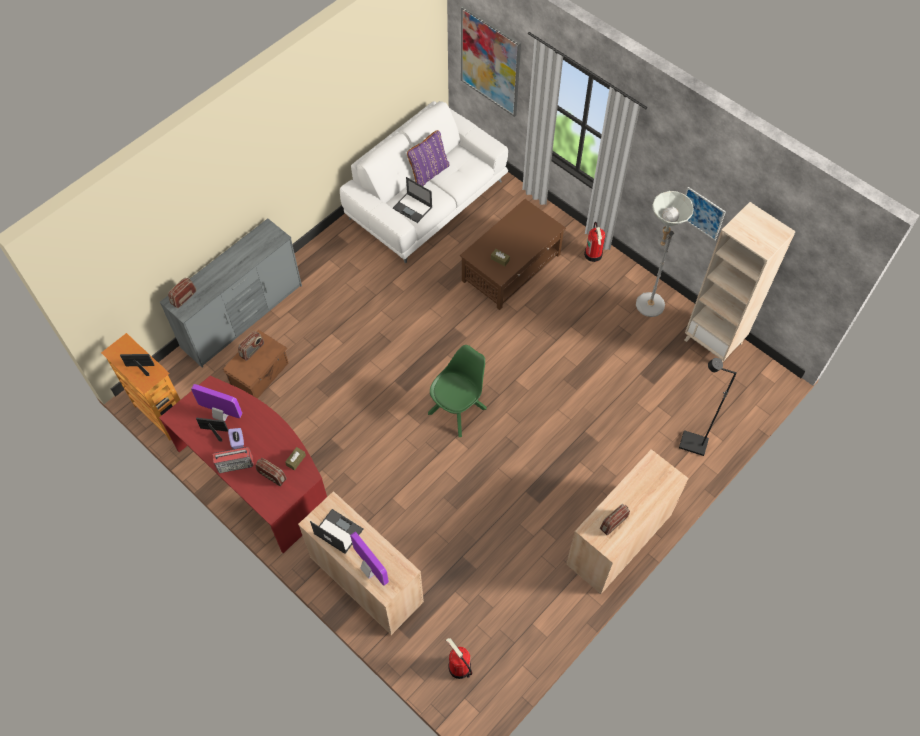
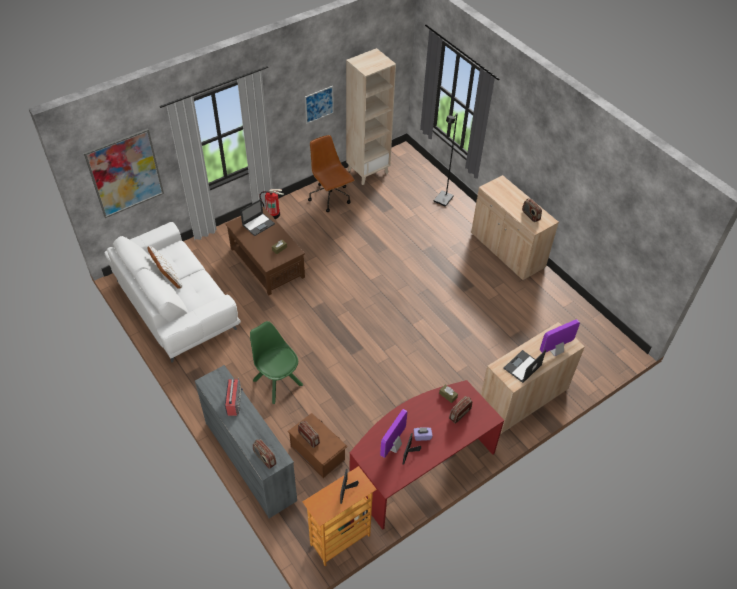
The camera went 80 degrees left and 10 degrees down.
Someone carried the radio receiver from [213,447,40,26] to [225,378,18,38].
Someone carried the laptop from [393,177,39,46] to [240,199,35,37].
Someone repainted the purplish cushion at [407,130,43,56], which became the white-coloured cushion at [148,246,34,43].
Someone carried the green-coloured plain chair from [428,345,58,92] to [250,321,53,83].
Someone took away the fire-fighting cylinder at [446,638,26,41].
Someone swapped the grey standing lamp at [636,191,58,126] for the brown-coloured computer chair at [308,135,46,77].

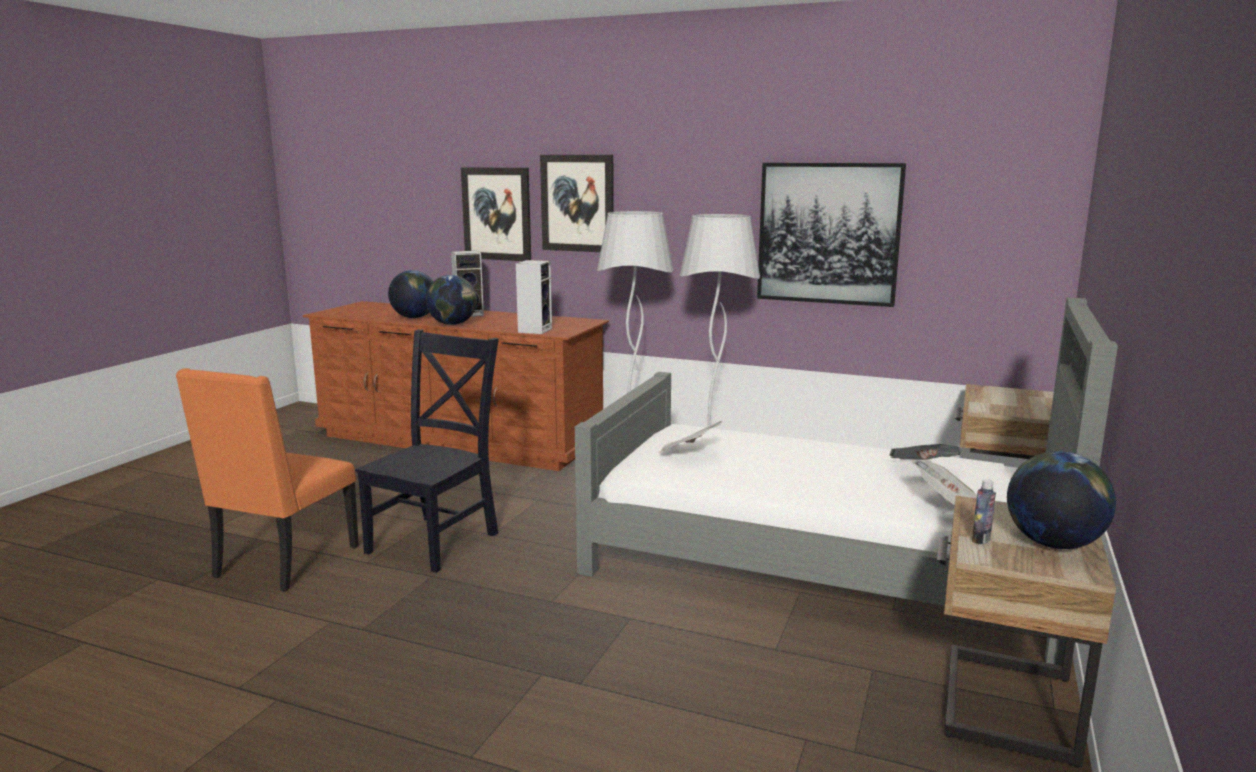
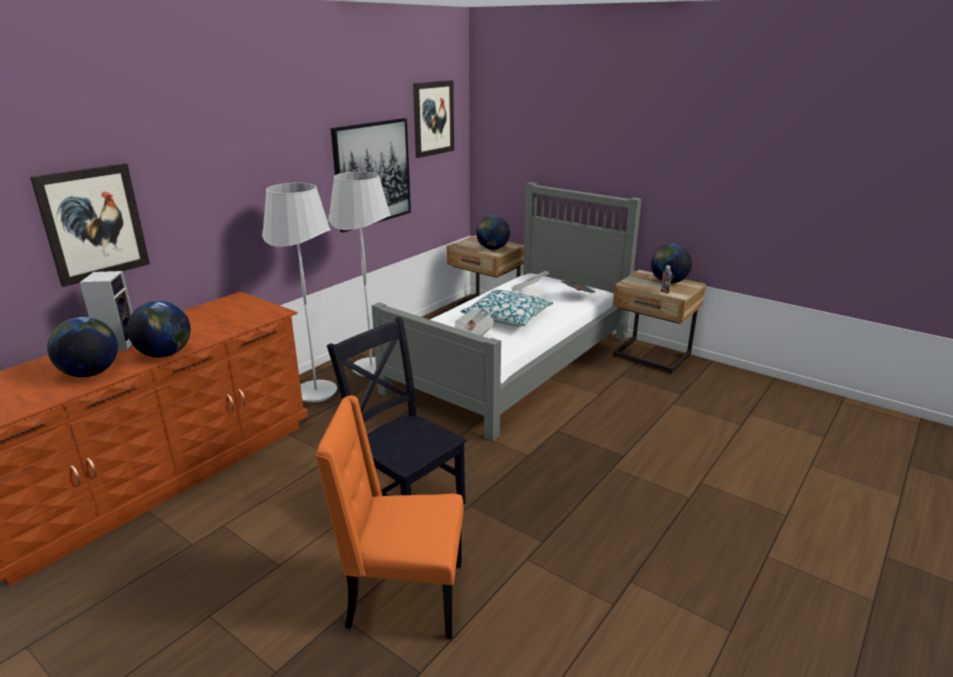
The camera went 75 degrees left and 10 degrees up.
Someone rotated the orange plain chair at [176,368,183,224] by 150 degrees clockwise.
Someone took away the loudspeaker at [516,260,36,74].
Someone carried the wall art from [540,155,74,97] to [413,80,41,78].
Someone put down the cushion at [460,290,94,37].
Someone put down the globe at [476,216,34,34].

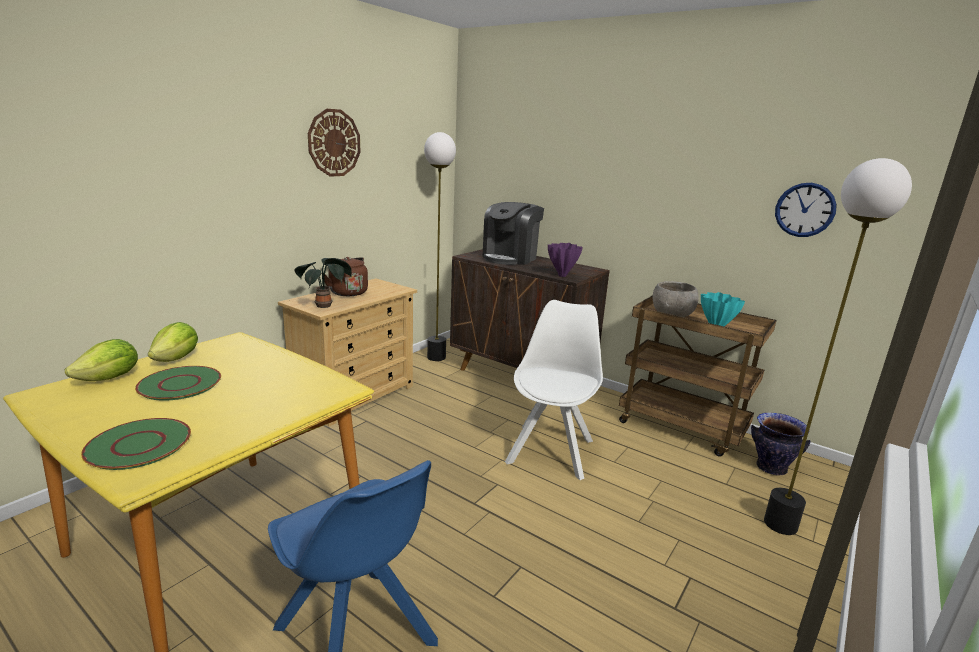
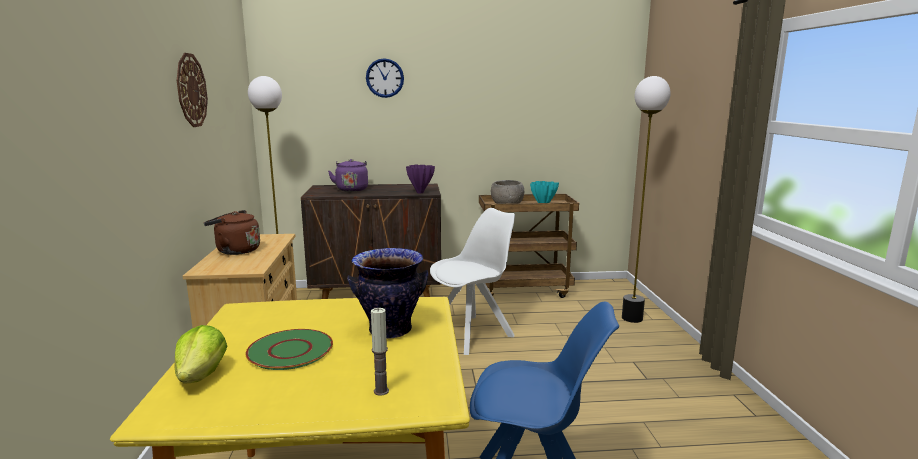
The camera went 40 degrees left and 5 degrees down.
Someone swapped the green-coloured plate at [81,418,110,52] for the wax light at [371,308,18,88].
Someone took away the lettuce head at [148,322,50,40].
Someone took away the potted plant at [294,258,58,50].
Someone swapped the coffee maker at [483,202,61,63] for the purplish kettle at [328,159,40,33].
Someone rotated the white-coloured plain chair at [505,300,98,180] by 75 degrees clockwise.
Someone carried the flower vase from [751,413,60,62] to [347,248,81,91].
Someone carried the hanging clock from [775,183,62,54] to [366,58,38,40].

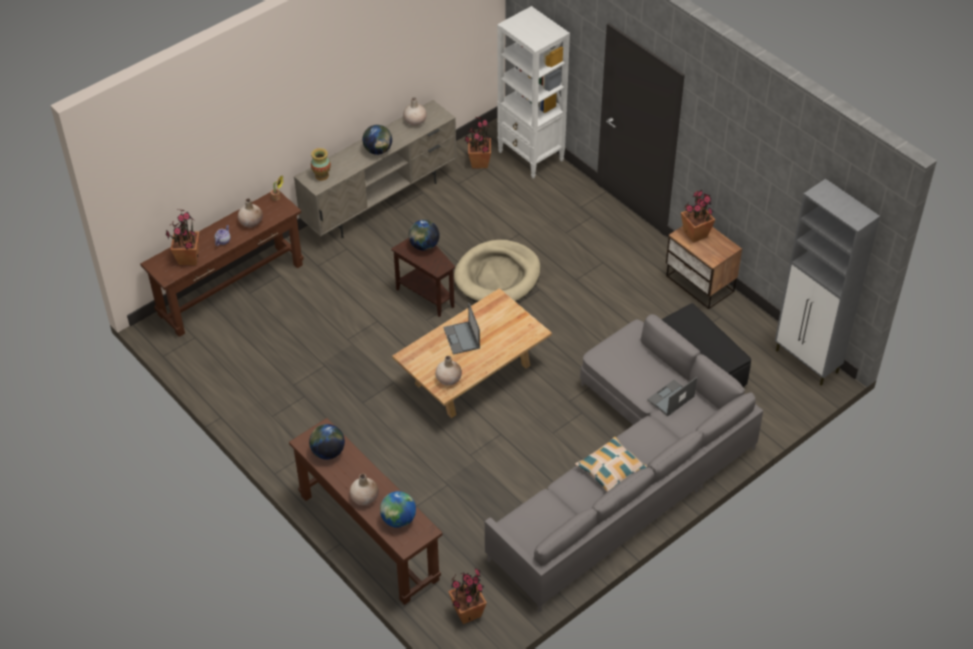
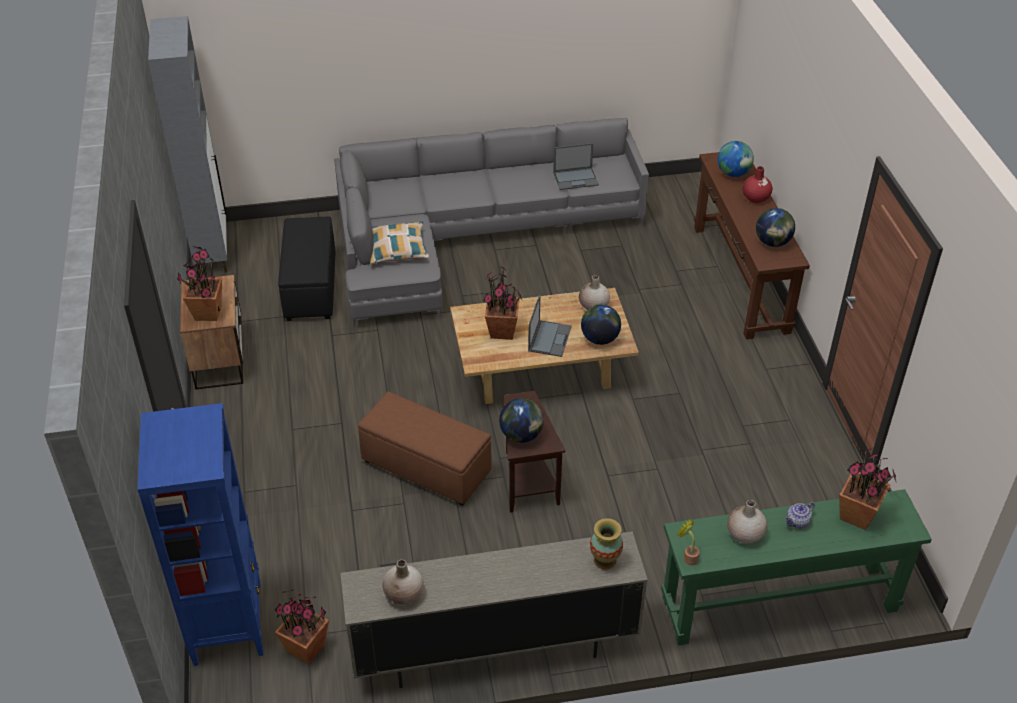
The camera went 150 degrees left and 5 degrees down.
Someone repainted the brown-coloured hall table at [140,192,164,145], which became the green-coloured hall table at [661,489,271,156].
Someone repainted the beige flower vase at [350,474,29,31], which became the red flower vase at [742,166,31,37].
Someone carried the globe from [362,125,30,30] to [581,305,40,40].
Someone carried the potted plant from [448,568,39,56] to [483,267,40,73].
Someone swapped the beige pet bed at [454,240,87,62] for the brown-coloured ottoman at [358,392,133,114].
Someone repainted the white-coloured bookcase at [497,6,73,172], which became the bluish bookcase at [137,403,127,263].
Someone carried the cushion from [575,437,72,55] to [370,221,59,43].
Someone carried the laptop from [647,377,50,39] to [553,143,46,47].

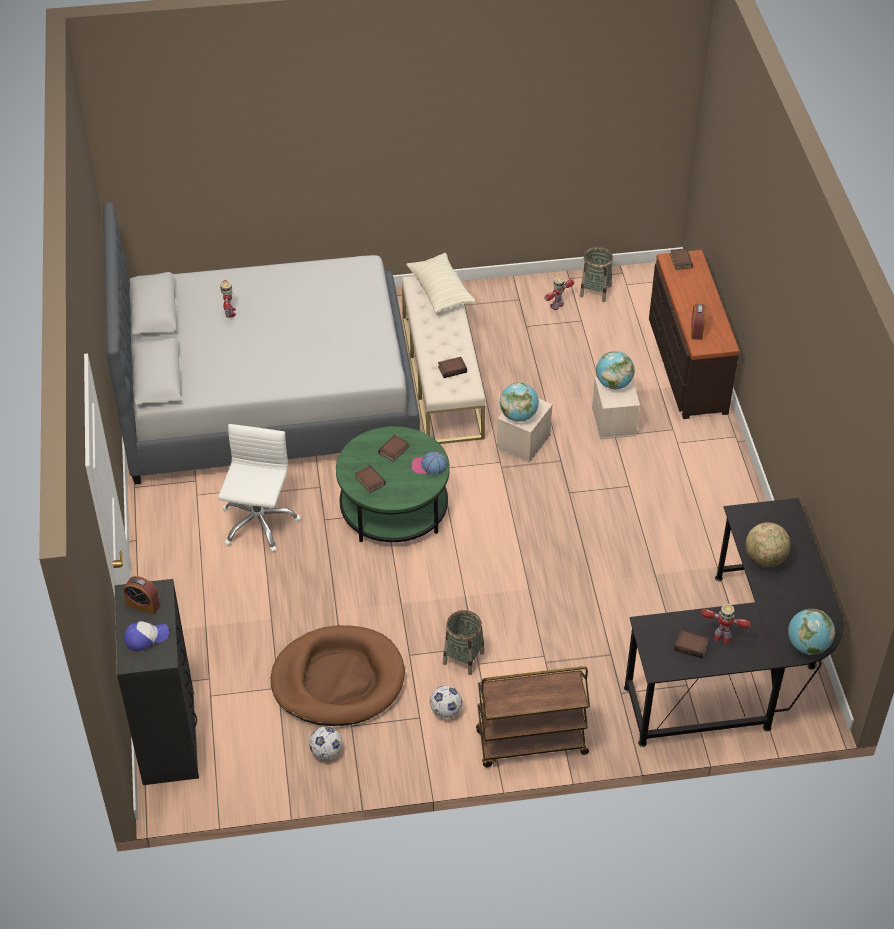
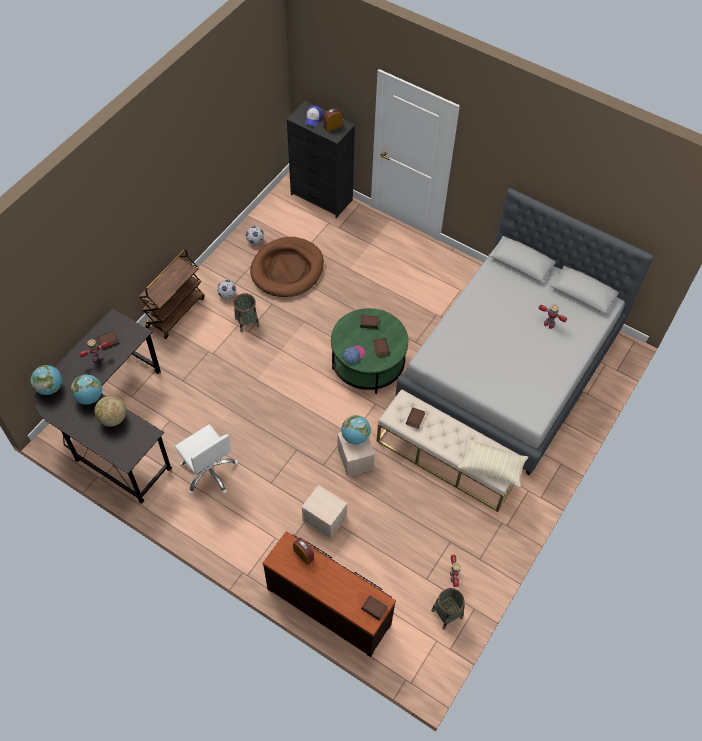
The camera went 130 degrees right and 10 degrees up.
Someone carried the white-coloured computer chair from [218,424,83,128] to [174,424,64,71].
Someone carried the globe from [596,351,39,38] to [71,374,31,31].

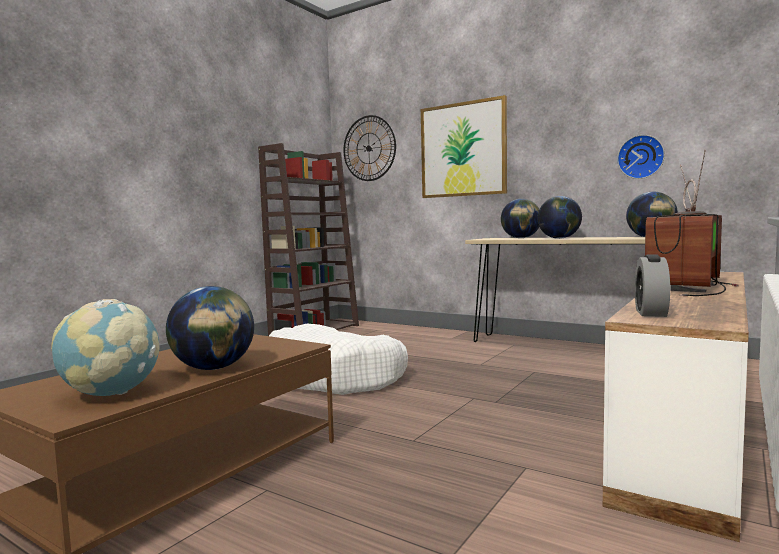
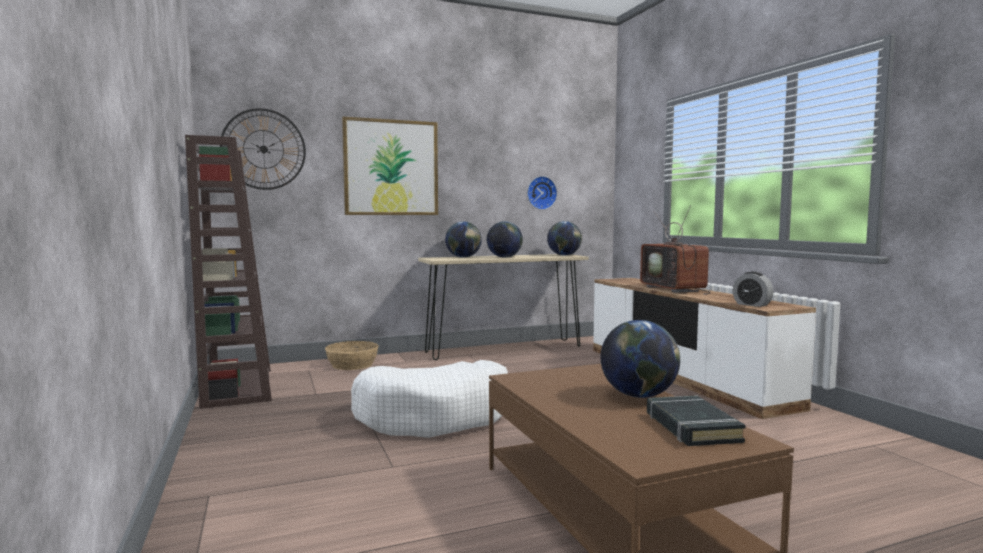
The camera went 55 degrees left and 0 degrees up.
Someone swapped the globe at [51,299,109,97] for the blackish volume at [647,396,99,50].
Someone put down the household basket at [325,341,54,29].

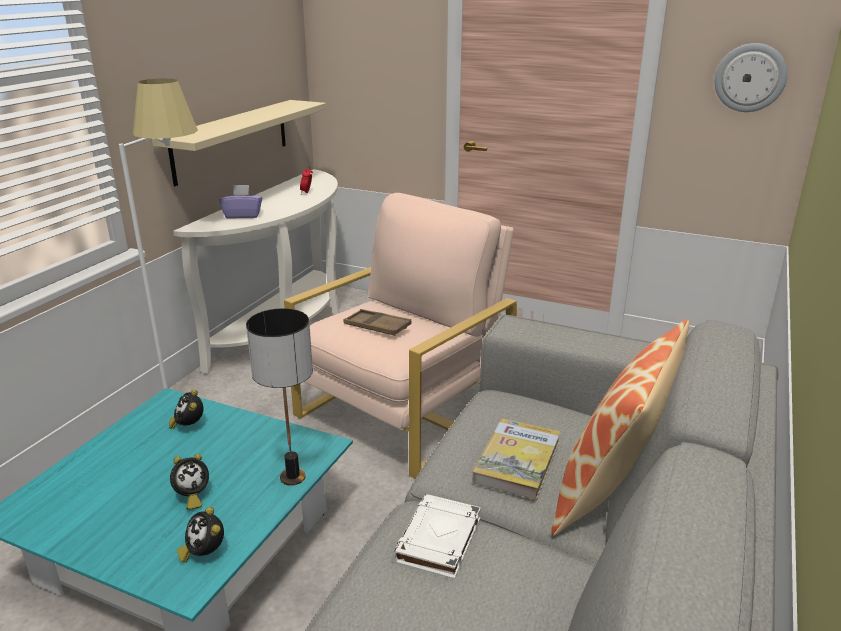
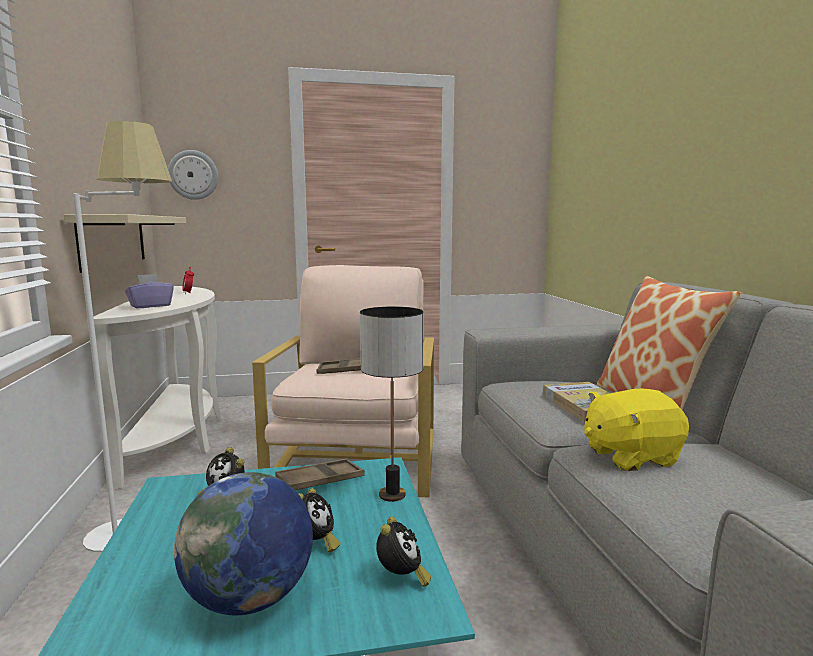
The camera went 35 degrees left and 15 degrees down.
Someone rotated the table clock at [177,507,47,56] by 105 degrees counterclockwise.
Someone swapped the white-coloured volume at [392,494,89,86] for the yellowish plush toy at [584,388,105,83].
Someone carried the hanging clock from [715,43,73,69] to [168,150,50,50].
Someone put down the globe at [174,472,139,143].
Someone put down the brown-coloured tray at [275,459,90,31].

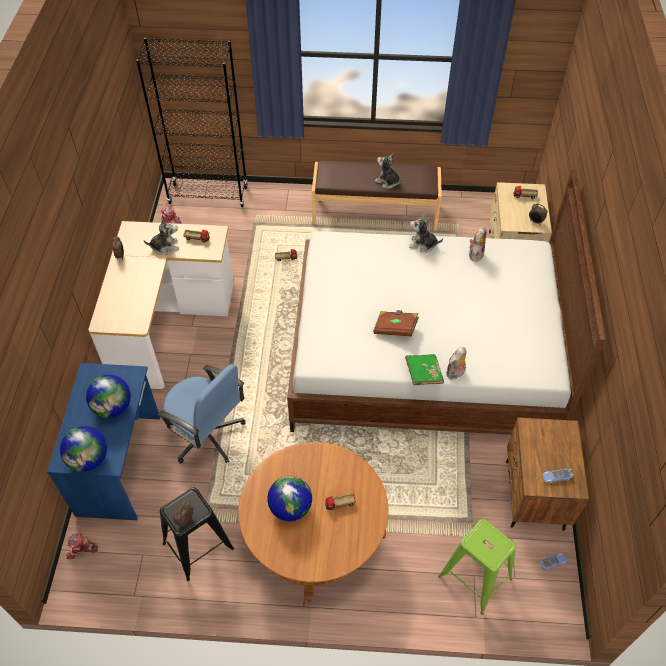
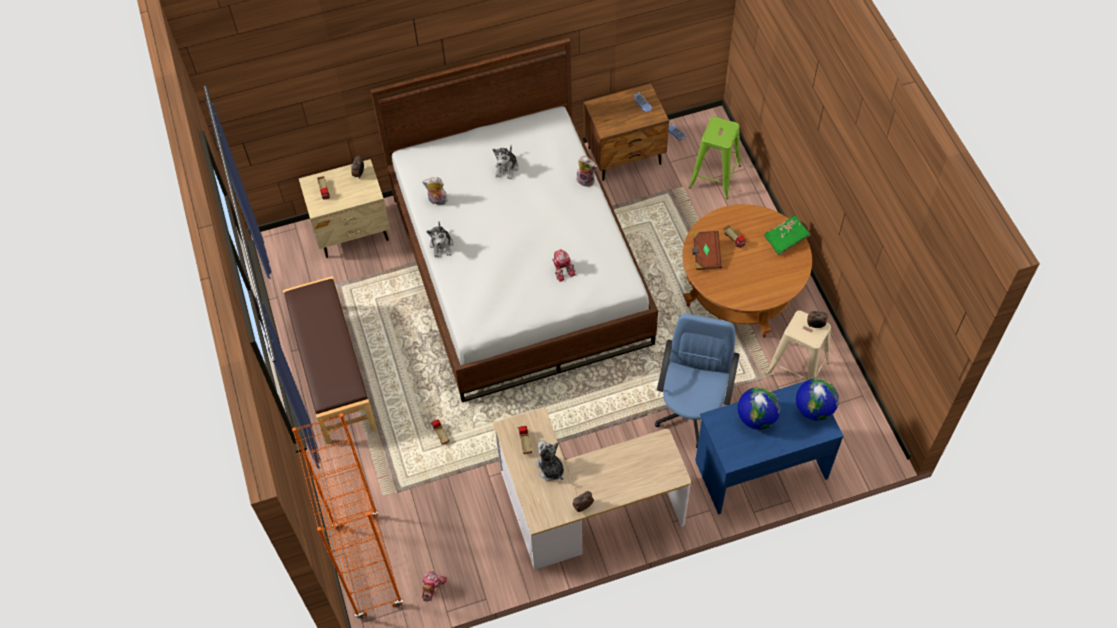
The camera went 110 degrees left and 5 degrees up.
Someone carried the toy robot from [66,532,32,27] to [552,249,24,33].
Someone repainted the blackish bookcase at [136,37,112,170], which became the orange bookcase at [292,413,111,206].
Someone repainted the blackish sitting stool at [160,488,74,93], which became the beige sitting stool at [765,310,66,70].
Someone took away the globe at [267,476,45,45].
Someone carried the brown-coloured volume from [373,310,46,26] to [692,231,30,39].
Someone carried the plush toy from [375,153,28,36] to [493,146,26,33].
Someone carried the green-coloured volume from [405,354,39,31] to [764,216,46,40].

